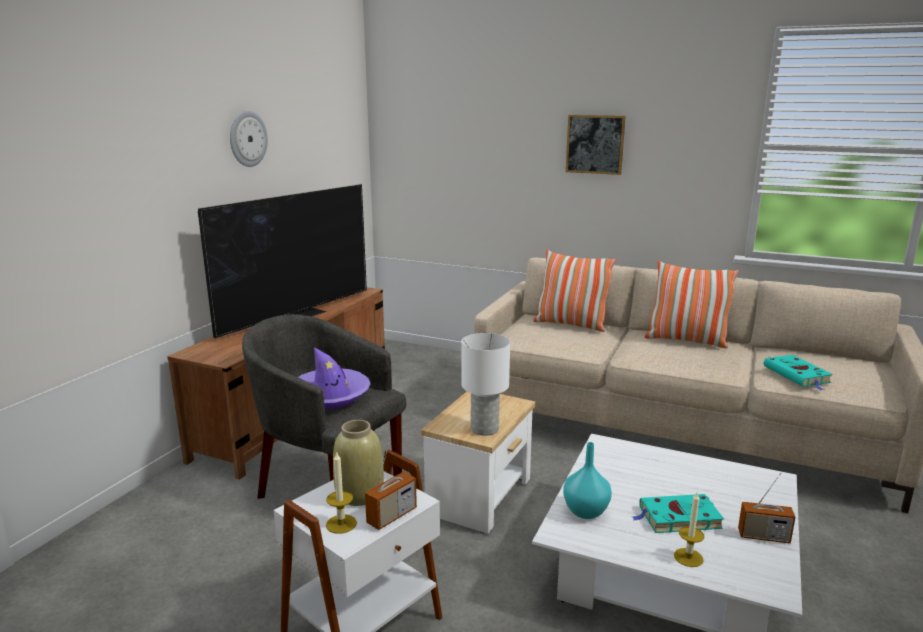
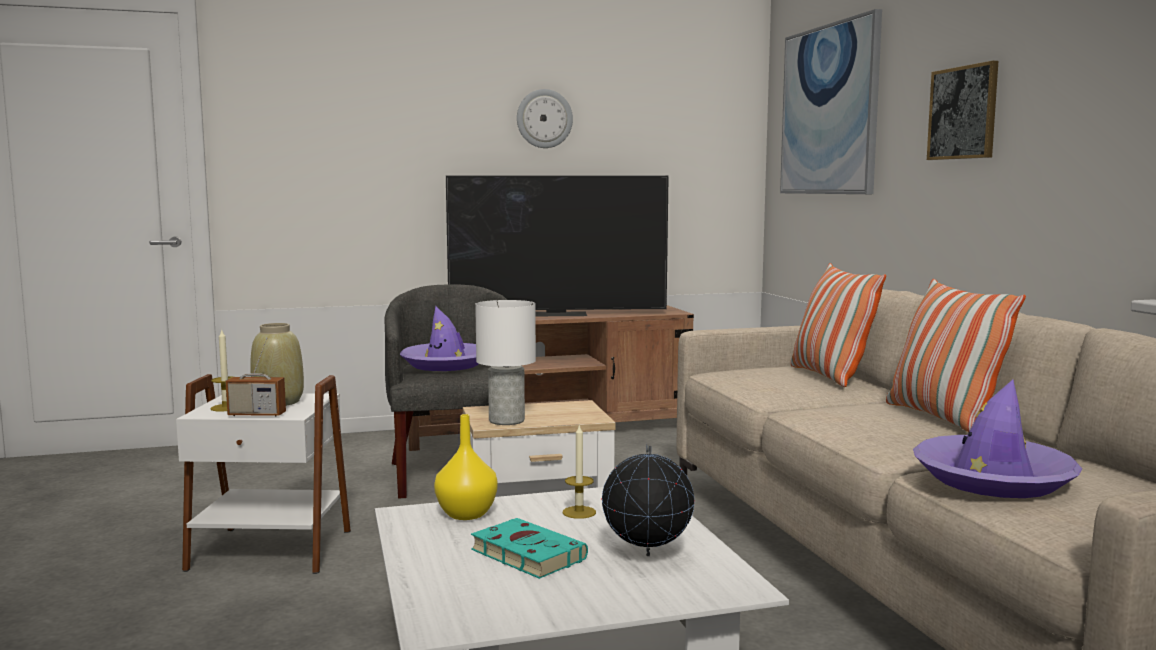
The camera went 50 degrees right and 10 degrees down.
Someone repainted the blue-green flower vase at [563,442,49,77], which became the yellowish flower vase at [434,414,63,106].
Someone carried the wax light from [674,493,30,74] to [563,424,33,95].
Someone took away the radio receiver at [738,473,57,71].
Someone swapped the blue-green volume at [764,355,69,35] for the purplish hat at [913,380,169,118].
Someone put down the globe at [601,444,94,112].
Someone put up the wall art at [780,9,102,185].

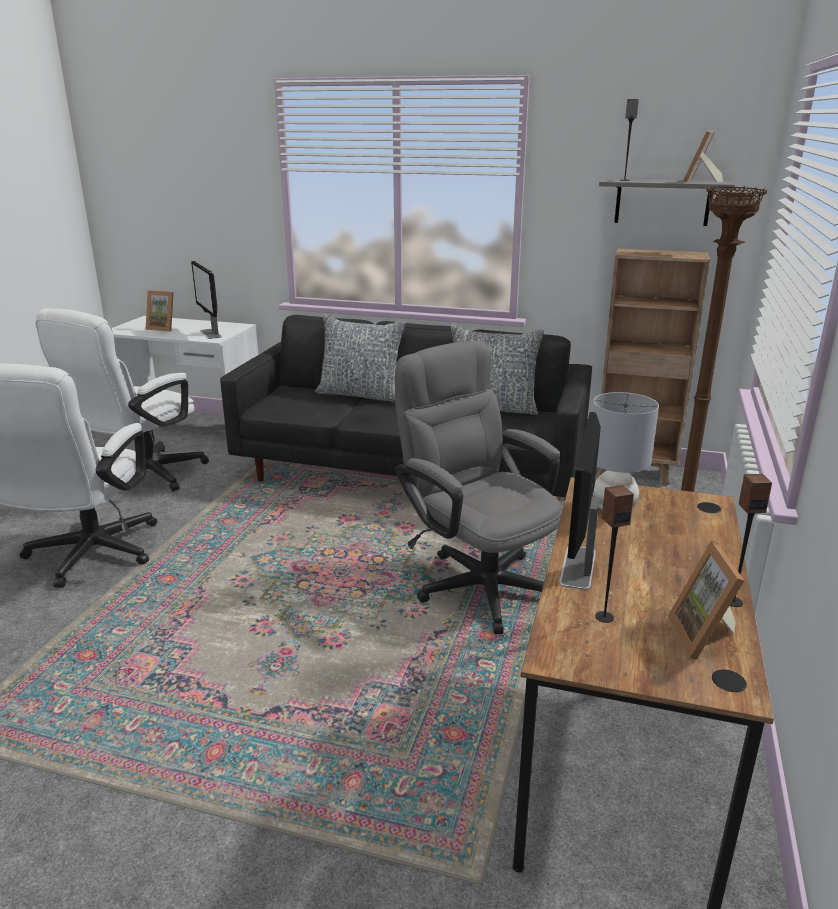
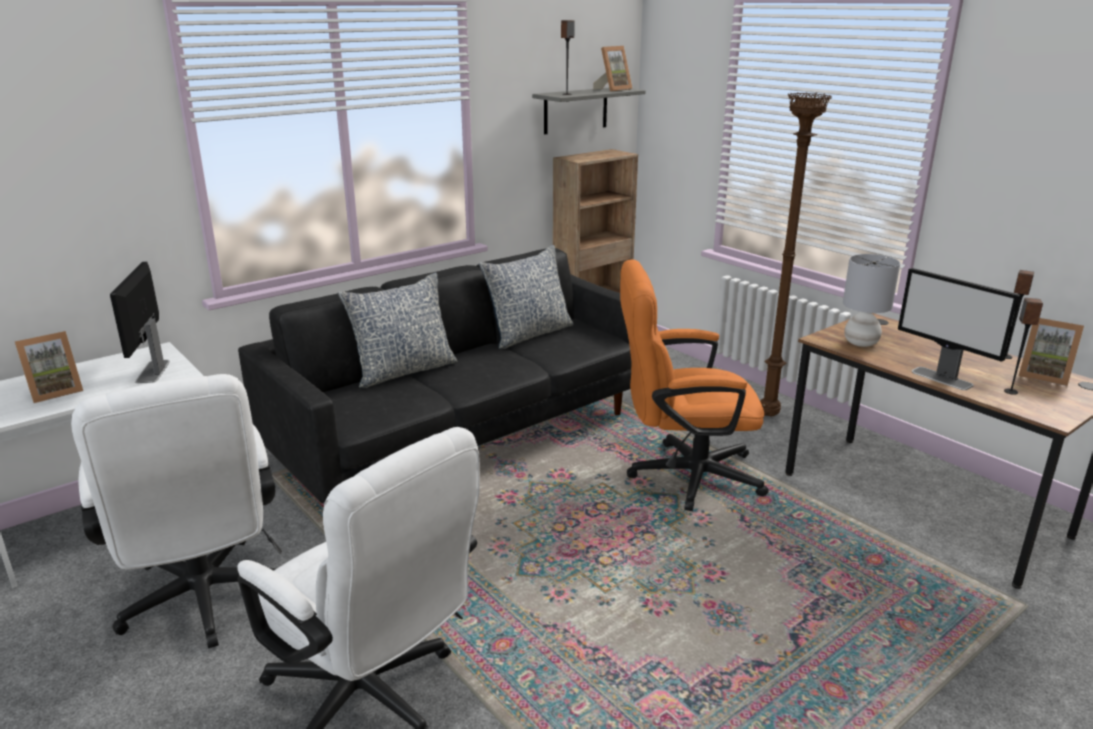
The camera went 55 degrees left and 0 degrees up.
Someone rotated the monitor at [191,261,31,78] by 75 degrees clockwise.
Someone repainted the grey computer chair at [395,340,167,294], which became the orange computer chair at [620,259,149,252].
Someone rotated the photo frame at [683,131,40,52] by 105 degrees counterclockwise.

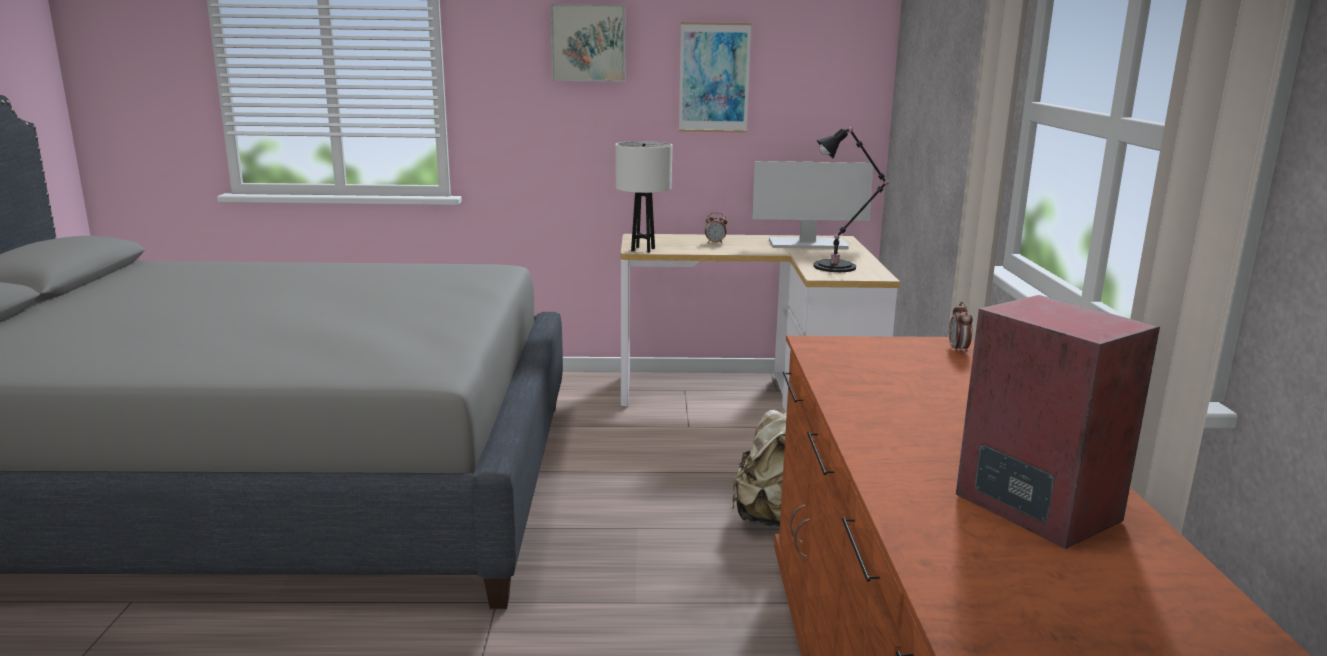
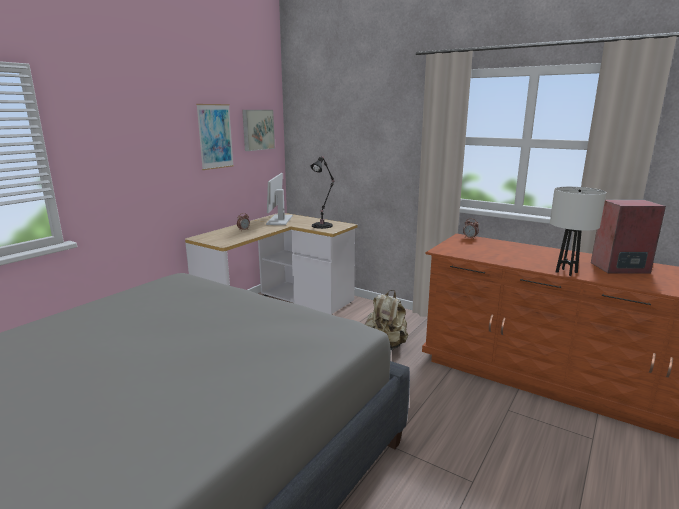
The camera went 55 degrees left and 0 degrees up.
Someone carried the wall art from [550,4,75,78] to [242,110,33,41].
Someone carried the white-coloured table lamp from [615,141,57,112] to [550,187,56,89].
Someone rotated the monitor at [752,161,121,88] by 150 degrees clockwise.

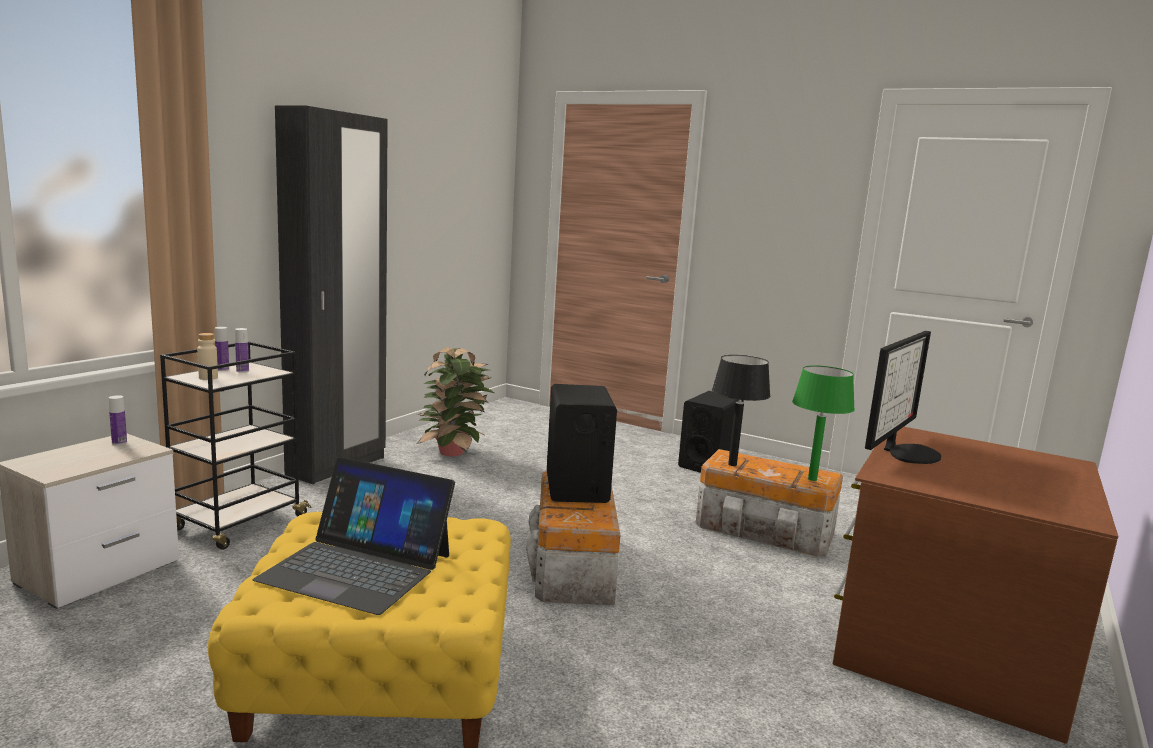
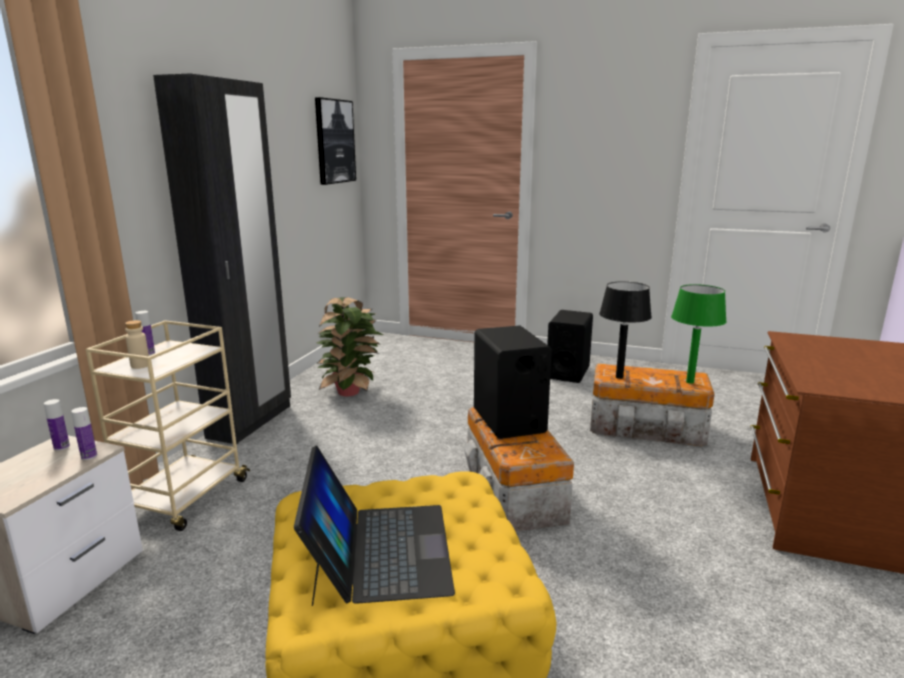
The camera went 10 degrees left and 5 degrees up.
Someone repainted the blackish cart at [160,341,152,209], which became the beige cart at [86,320,164,211].
Someone carried the drink bottle from [235,328,14,45] to [71,407,26,53].
Someone rotated the laptop at [253,457,202,158] by 105 degrees counterclockwise.
Someone took away the monitor at [865,331,76,133].
Someone put up the wall art at [315,97,41,88].

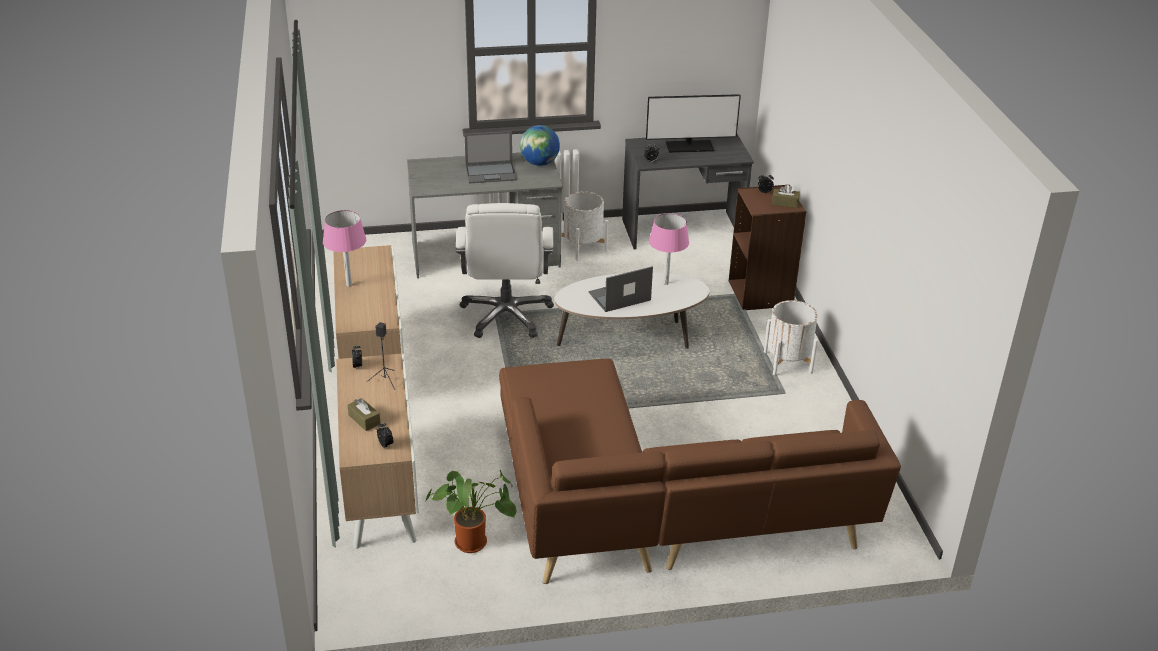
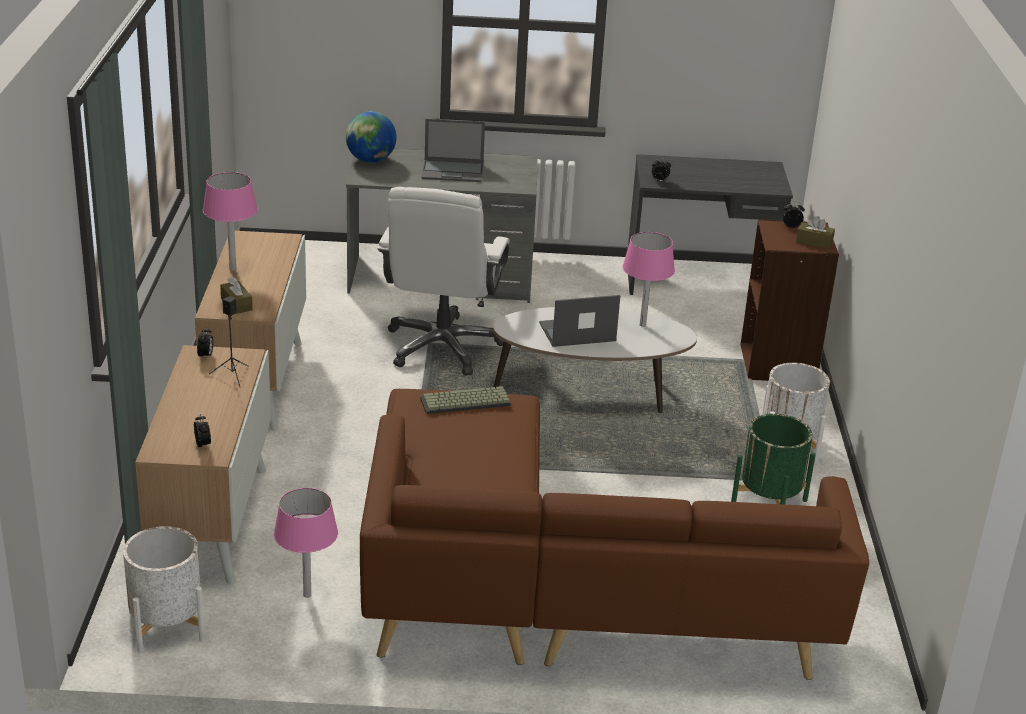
The camera went 10 degrees right and 5 degrees down.
Someone carried the brown-coloured box of tissues from [348,398,33,33] to [220,276,33,38].
Someone swapped the potted plant at [425,470,92,83] for the pink-coloured table lamp at [274,488,64,110].
Someone carried the globe from [520,125,40,41] to [346,111,50,52].
Someone carried the white-coloured flower pot from [561,191,47,70] to [123,526,82,127].
Someone took away the monitor at [646,94,95,59].
Someone put down the computer keyboard at [420,386,91,28].
Someone put down the green-coloured flower pot at [731,414,85,91].

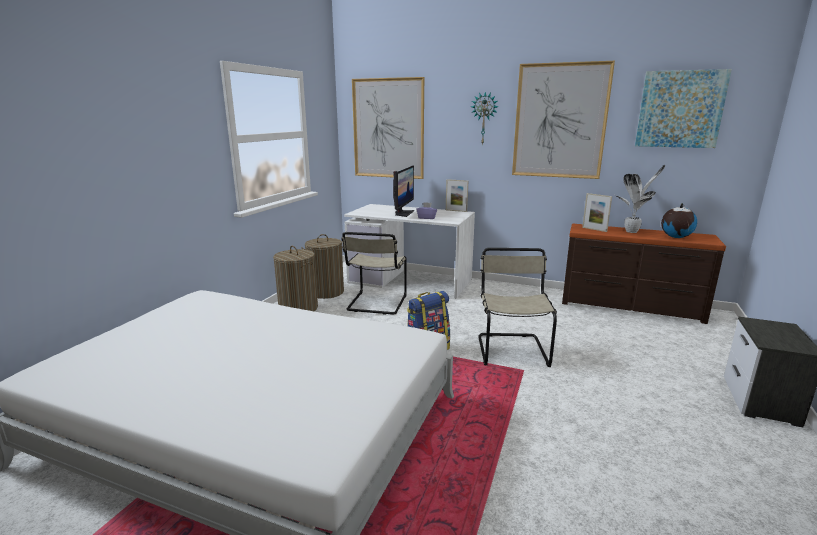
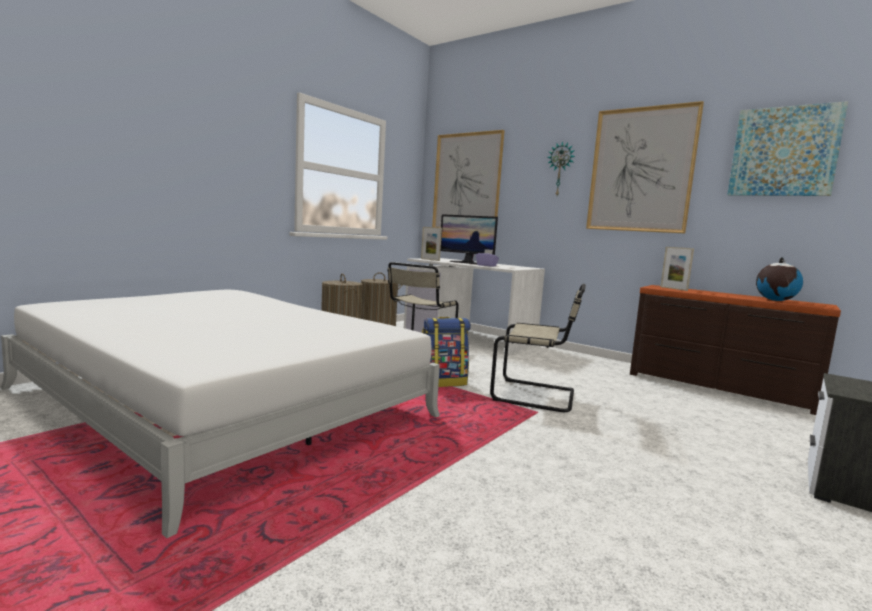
The camera went 15 degrees right and 10 degrees down.
Someone rotated the monitor at [393,165,21,52] by 90 degrees clockwise.
Someone carried the photo frame from [446,179,22,33] to [421,227,21,34].
Someone rotated the beige plain chair at [478,248,79,119] by 90 degrees clockwise.
Someone took away the potted plant at [615,165,50,68].

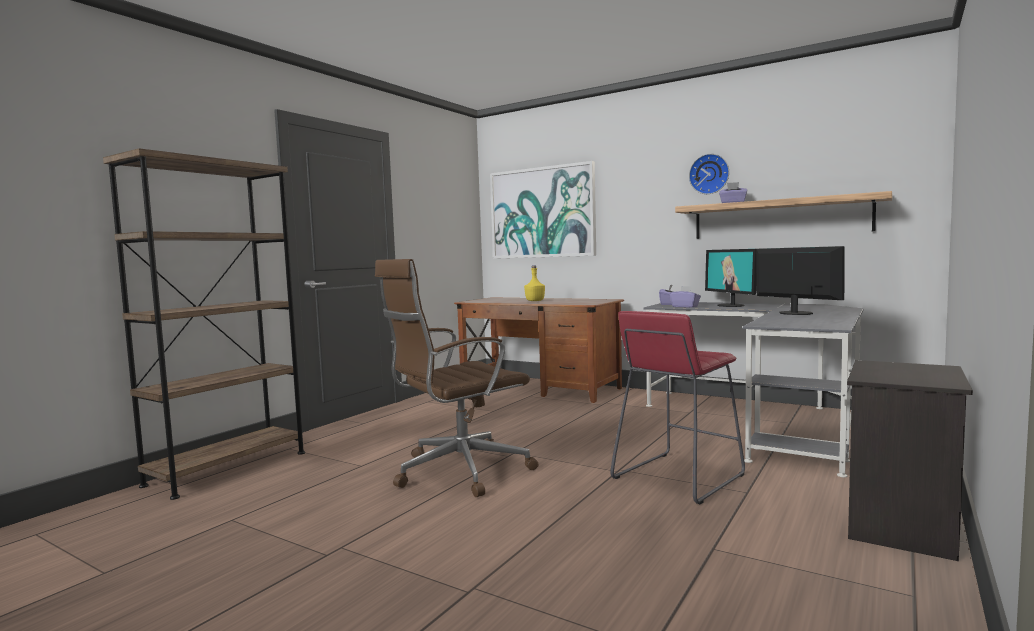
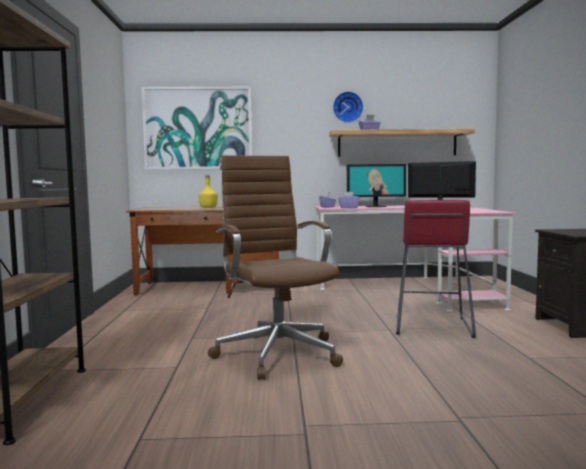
The camera went 35 degrees left and 0 degrees up.
Someone rotated the brown-coloured computer chair at [375,259,164,238] by 135 degrees clockwise.
Someone repainted the grey desk unit at [644,302,220,175], which became the pink-coloured desk unit at [315,205,201,107].
Someone rotated the monitor at [705,249,52,58] by 45 degrees counterclockwise.

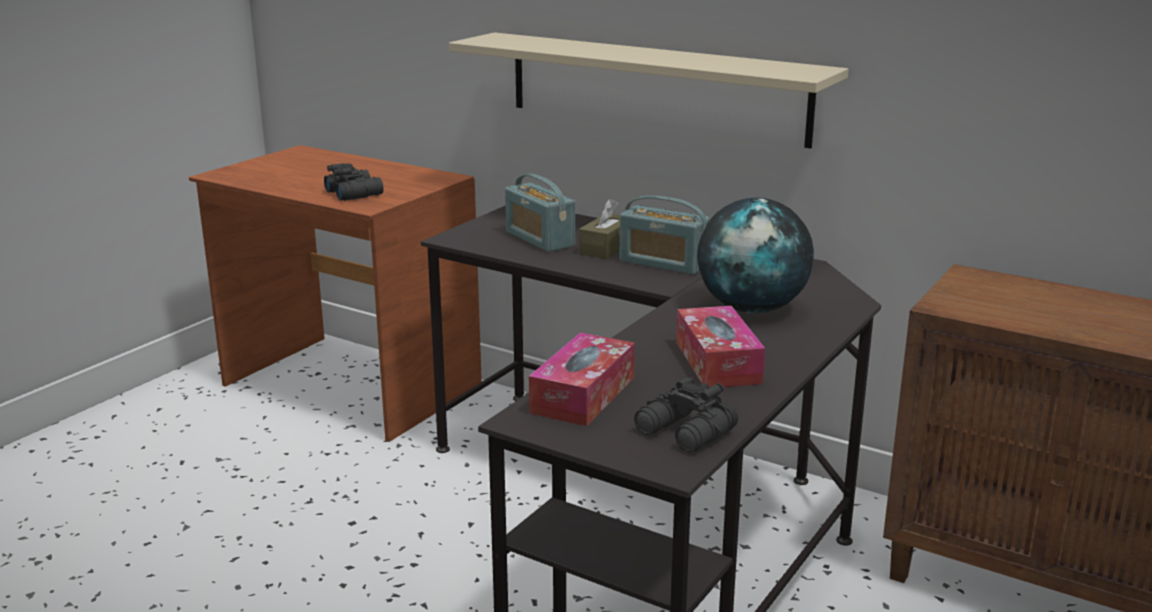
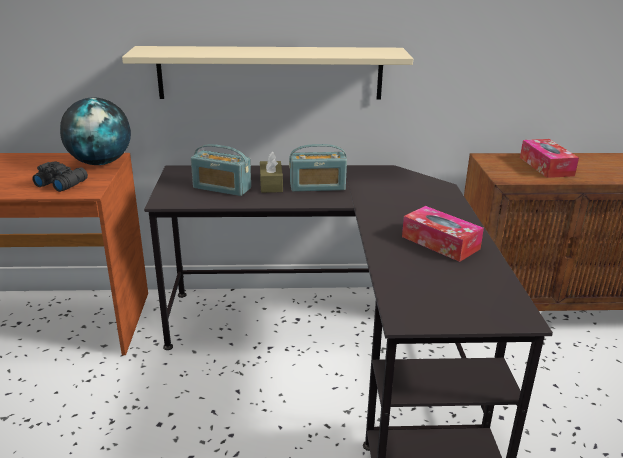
The camera went 35 degrees left and 5 degrees up.
Someone carried the box of tissues from [529,332,106,94] to [520,139,59,39].
Someone took away the blackish pair of binoculars at [634,377,104,75].
Someone carried the globe from [697,198,117,115] to [60,97,71,68].

